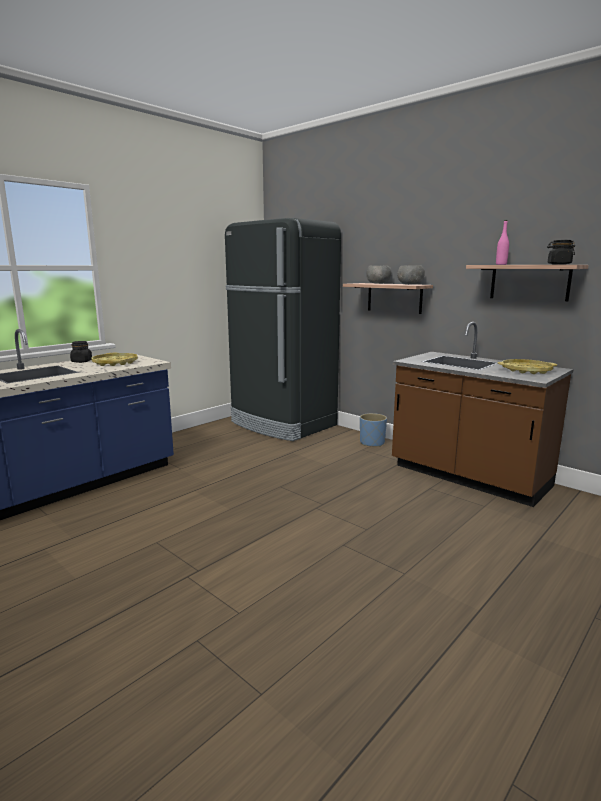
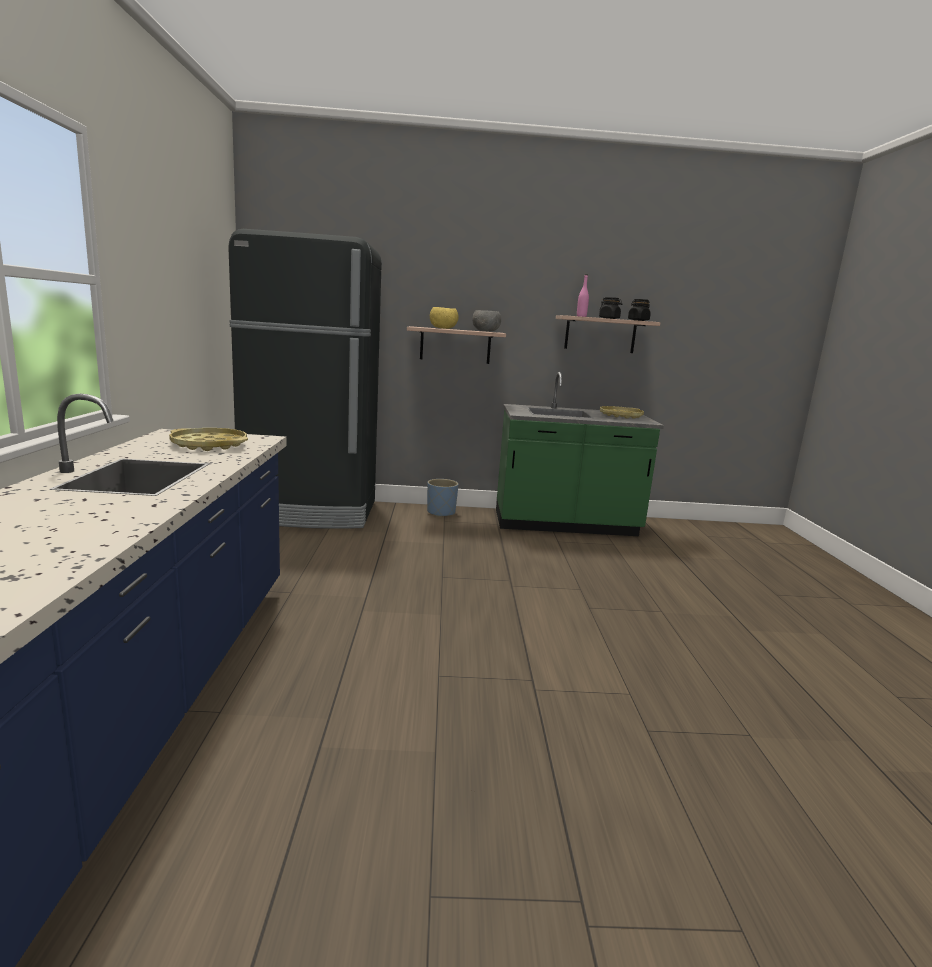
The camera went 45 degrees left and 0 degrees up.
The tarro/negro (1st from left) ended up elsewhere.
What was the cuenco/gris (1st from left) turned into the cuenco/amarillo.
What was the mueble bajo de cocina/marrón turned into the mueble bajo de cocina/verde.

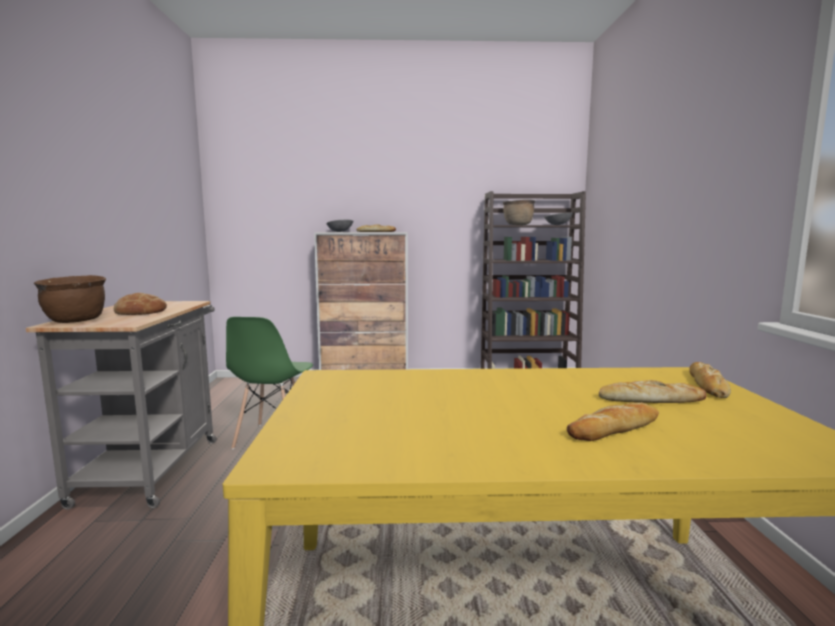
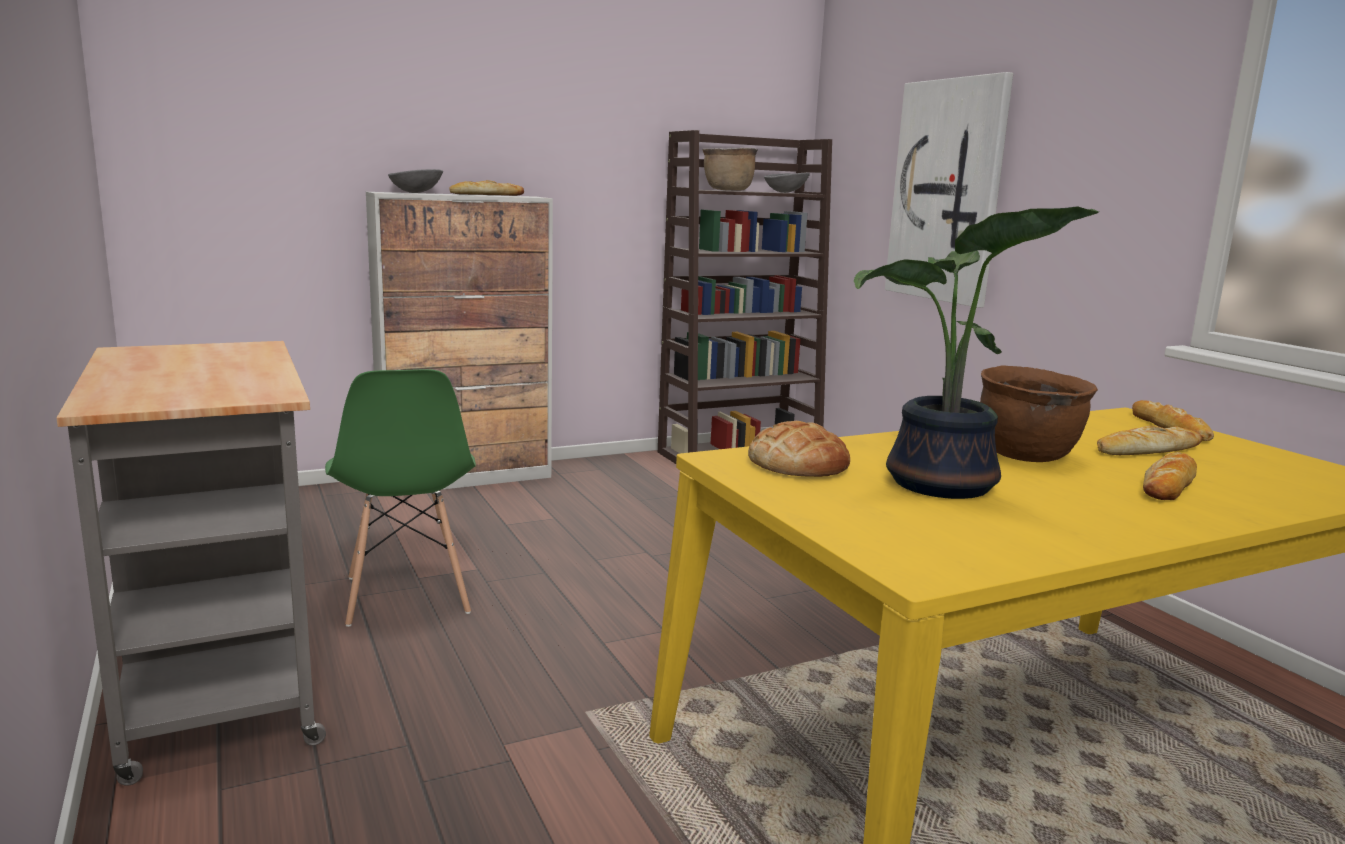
The camera went 25 degrees left and 5 degrees up.
The second view gained the planta en maceta.
The second view gained the cuadro.
The olla/marrón (1st from left in the first image) ended up elsewhere.
The pan (1st from left in the first image) ended up elsewhere.

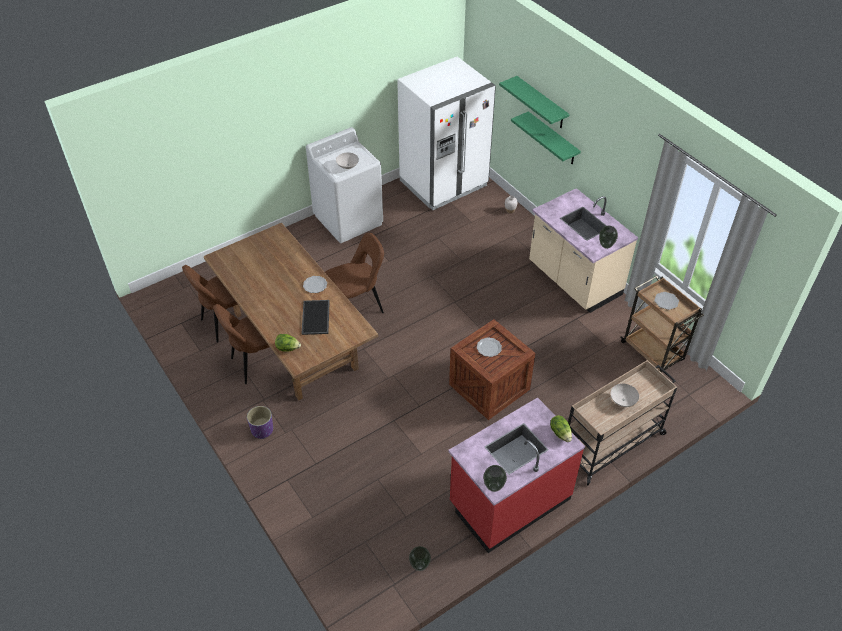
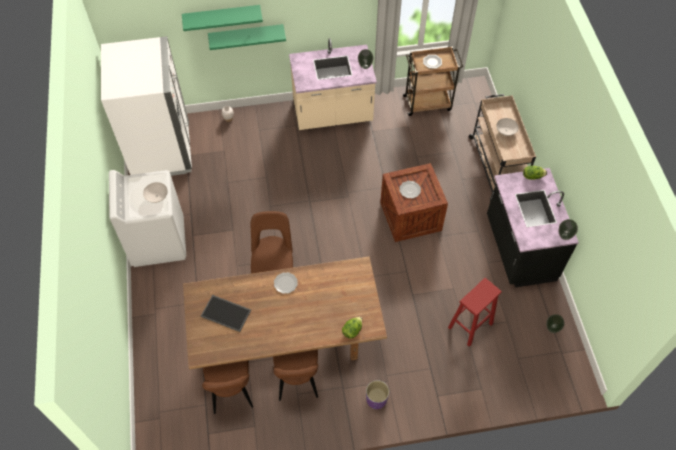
The camera went 65 degrees left and 10 degrees up.
The second view gained the taburete/rojo.
The bandeja ended up elsewhere.
What was the mueble bajo de cocina/rojo turned into the mueble bajo de cocina/negro.

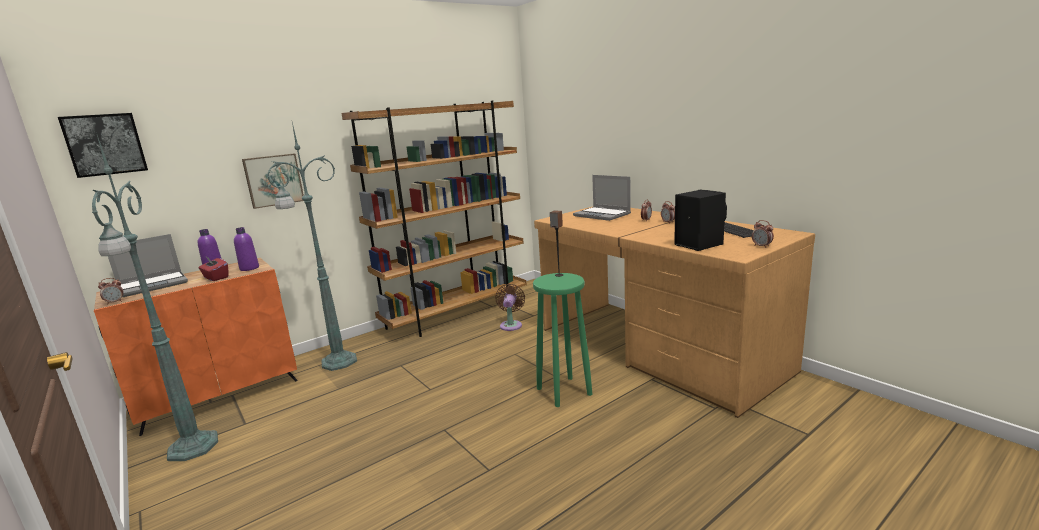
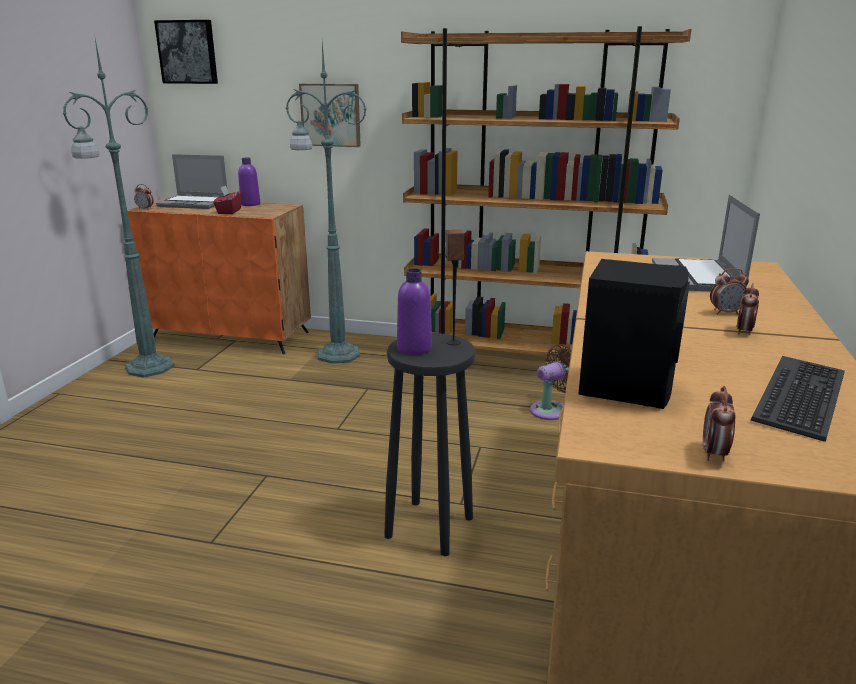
The camera went 50 degrees right and 5 degrees up.
The botella/morado (2nd from left) ended up elsewhere.
What was the taburete/verde turned into the taburete/negro.

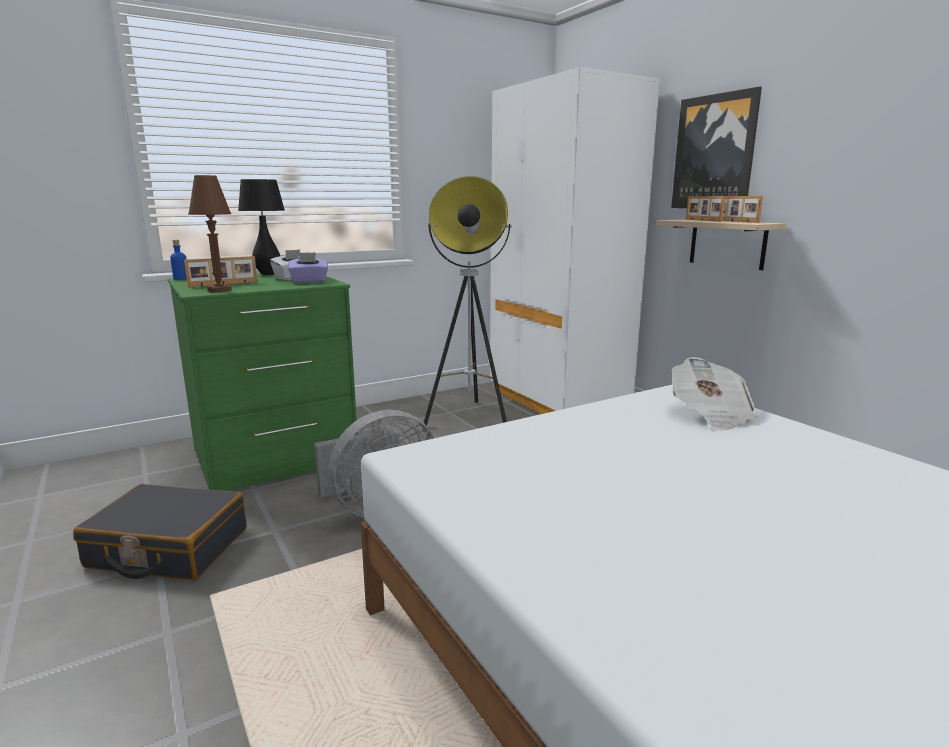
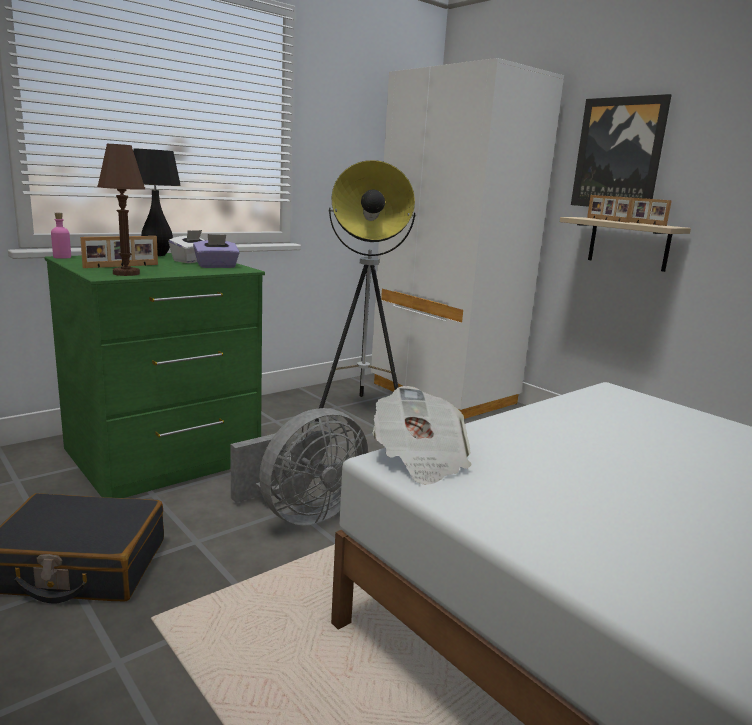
The camera went 10 degrees left and 0 degrees up.
The periódico ended up elsewhere.
What was the botella/azul turned into the botella/rosa.

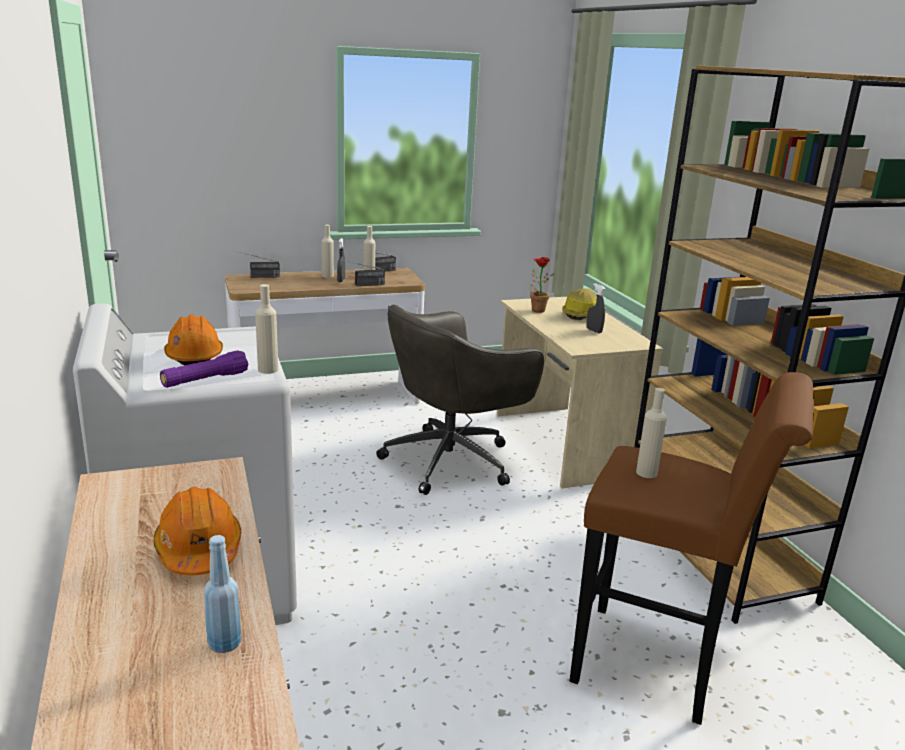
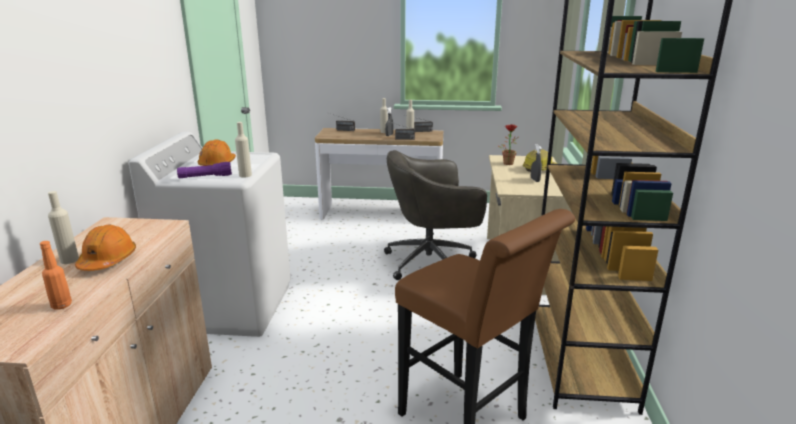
The camera went 25 degrees right and 0 degrees up.
The botella/beis (4th from left in the first image) ended up elsewhere.
What was the botella/azul turned into the botella/naranja.

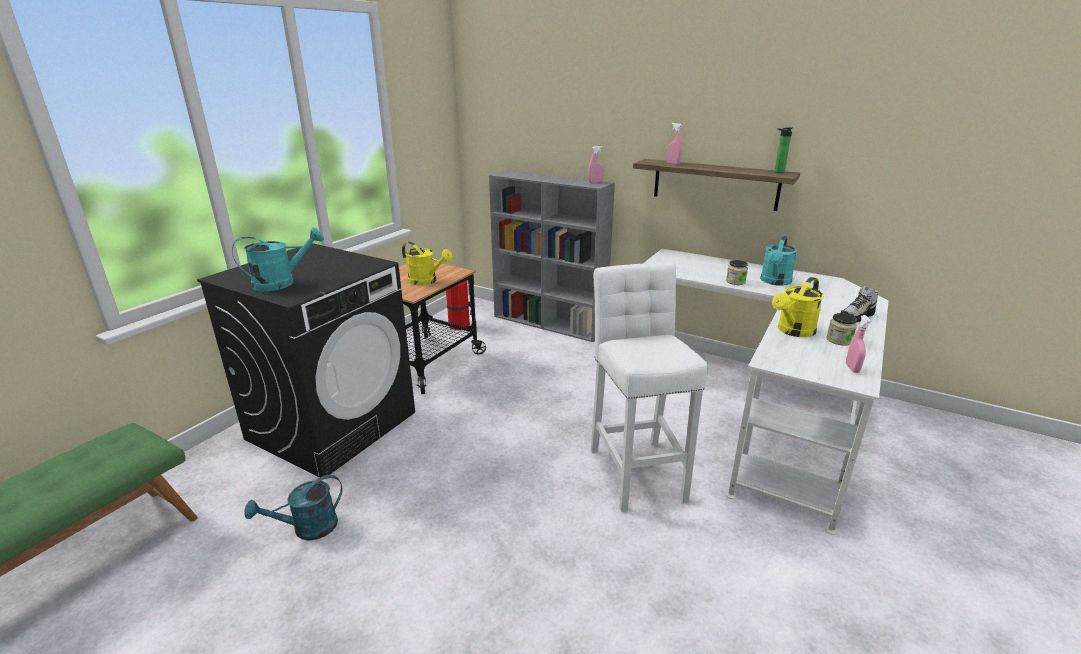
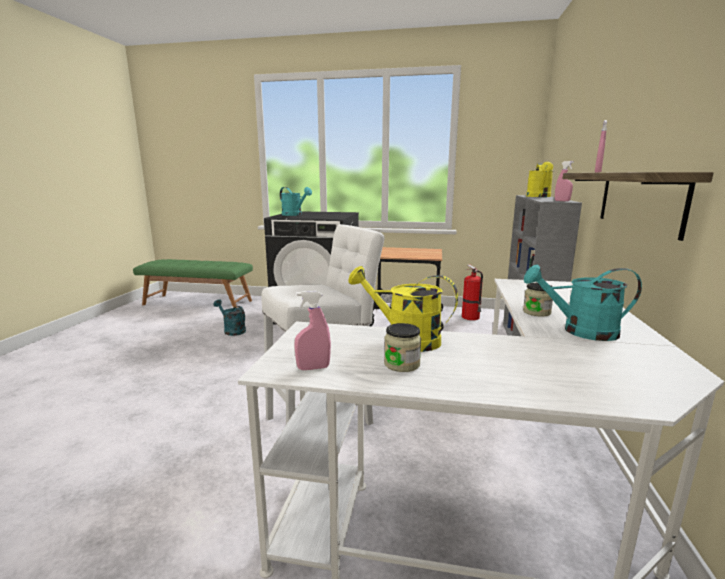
The camera went 70 degrees right and 10 degrees down.
The second view lost the botella.
The second view lost the zapato.
The regadera/amarillo (1st from left in the first image) ended up elsewhere.

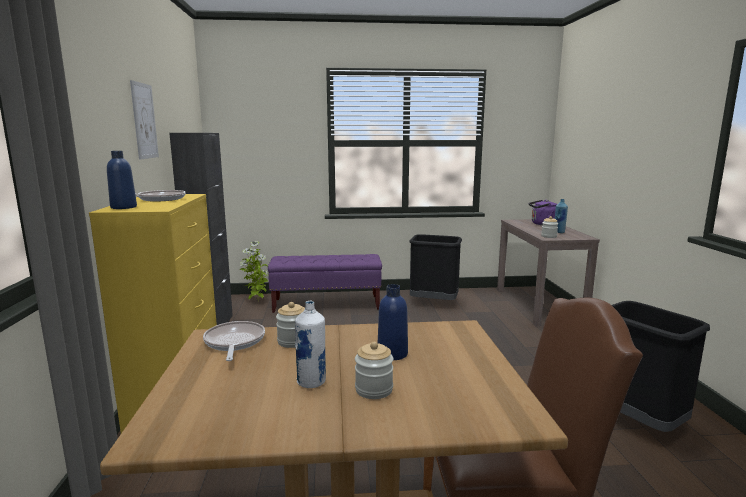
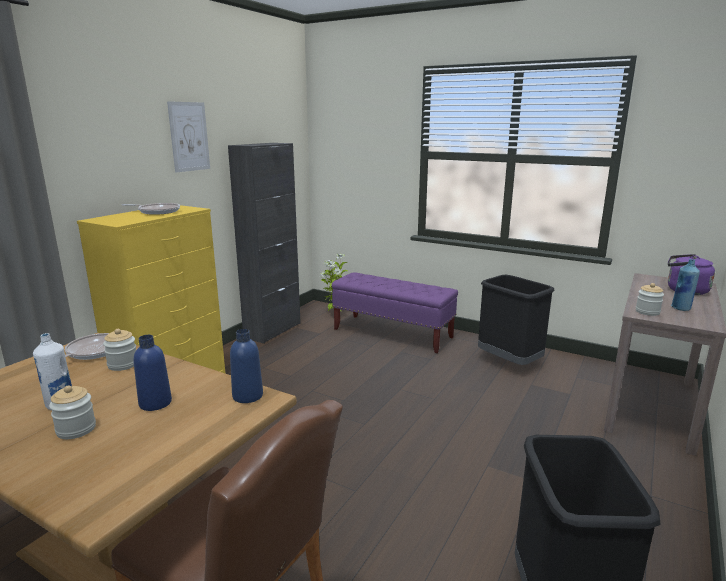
The camera went 35 degrees right and 5 degrees up.
The botella/azul (1st from left in the first image) ended up elsewhere.

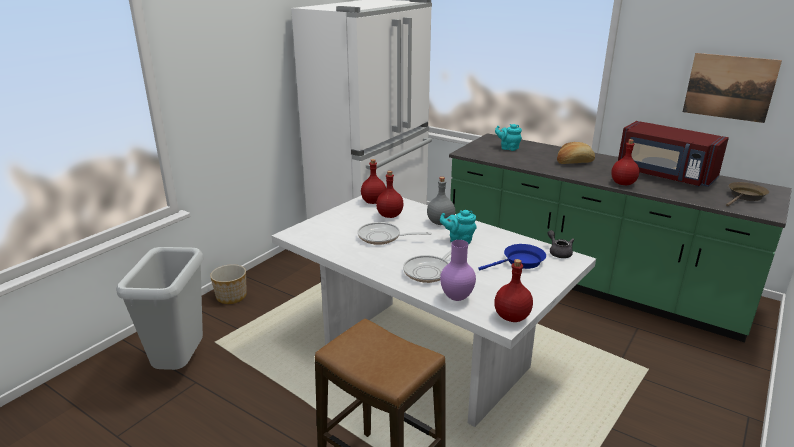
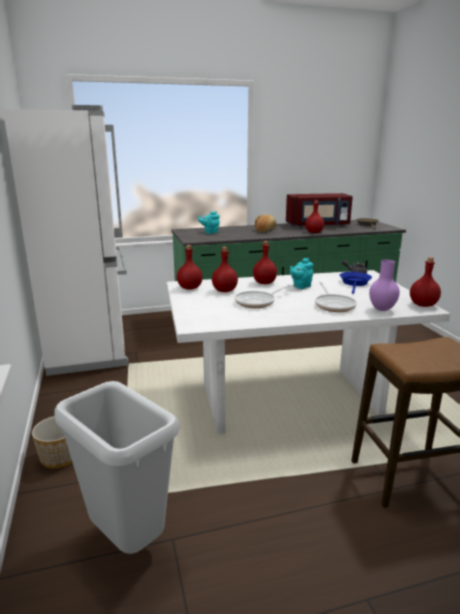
The camera went 50 degrees left and 5 degrees down.
The second view lost the cuadro.
What was the botella/gris turned into the botella/rojo (3rd from left).

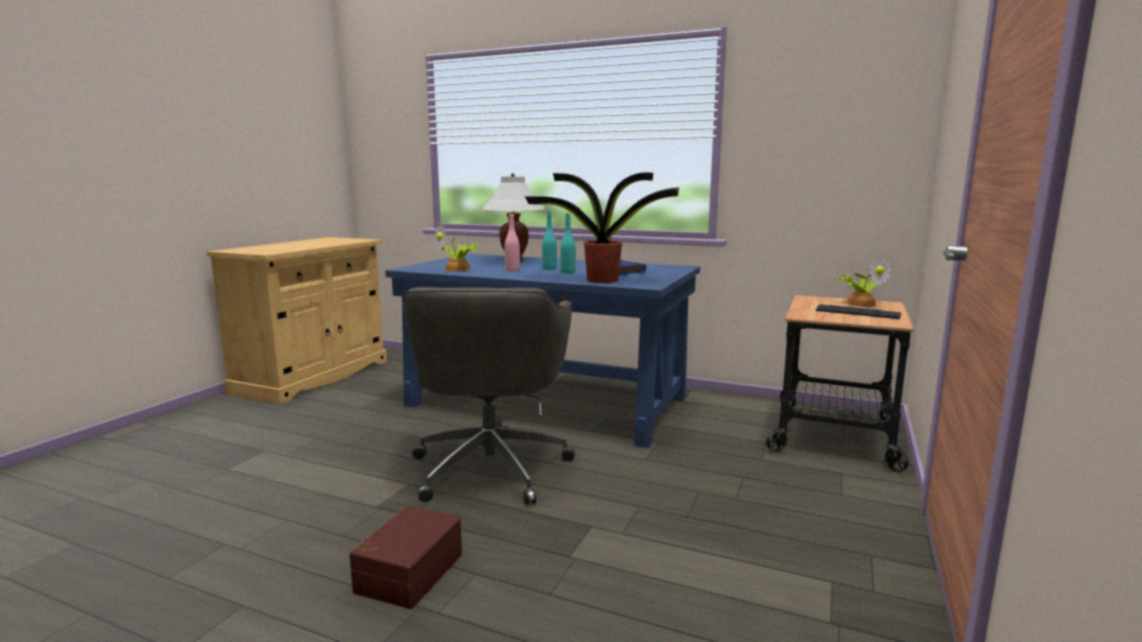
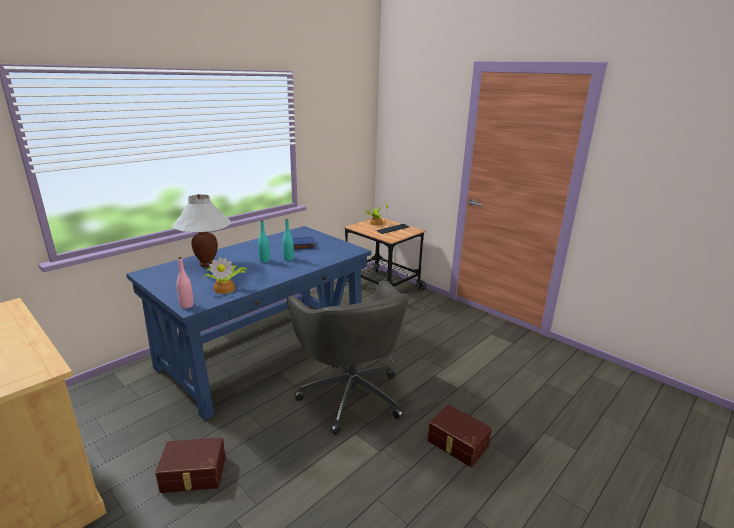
The camera went 70 degrees left and 10 degrees up.
The second view lost the planta en maceta (2nd from left).
The second view gained the caja de almacenaje/marrón (1st from left).
The botella/rosa ended up elsewhere.
The silla de oficina/gris ended up facing another way, 45 degrees clockwise from before.

